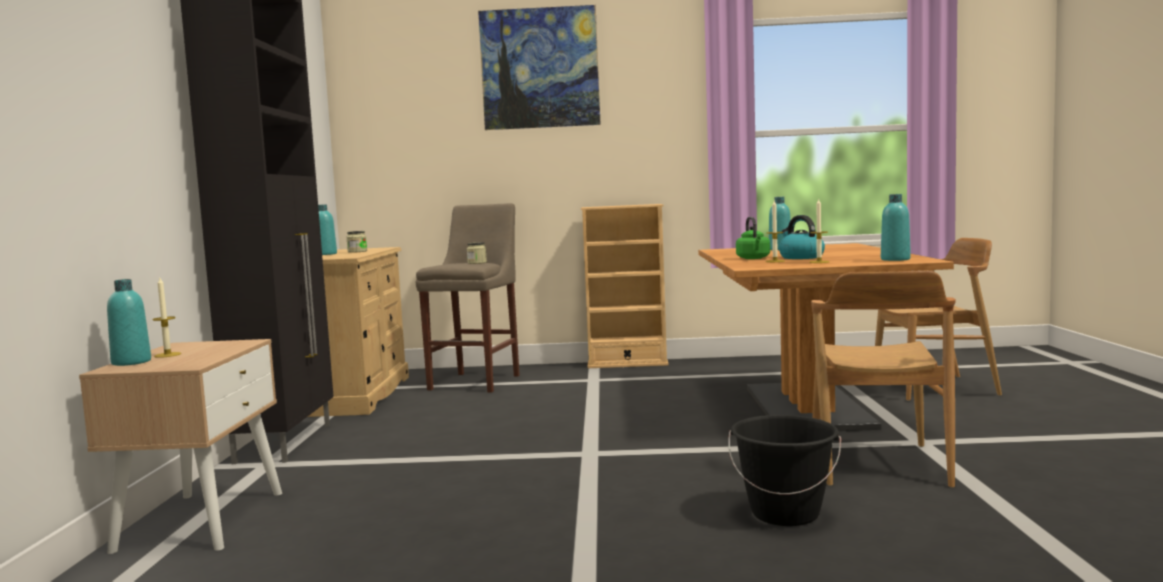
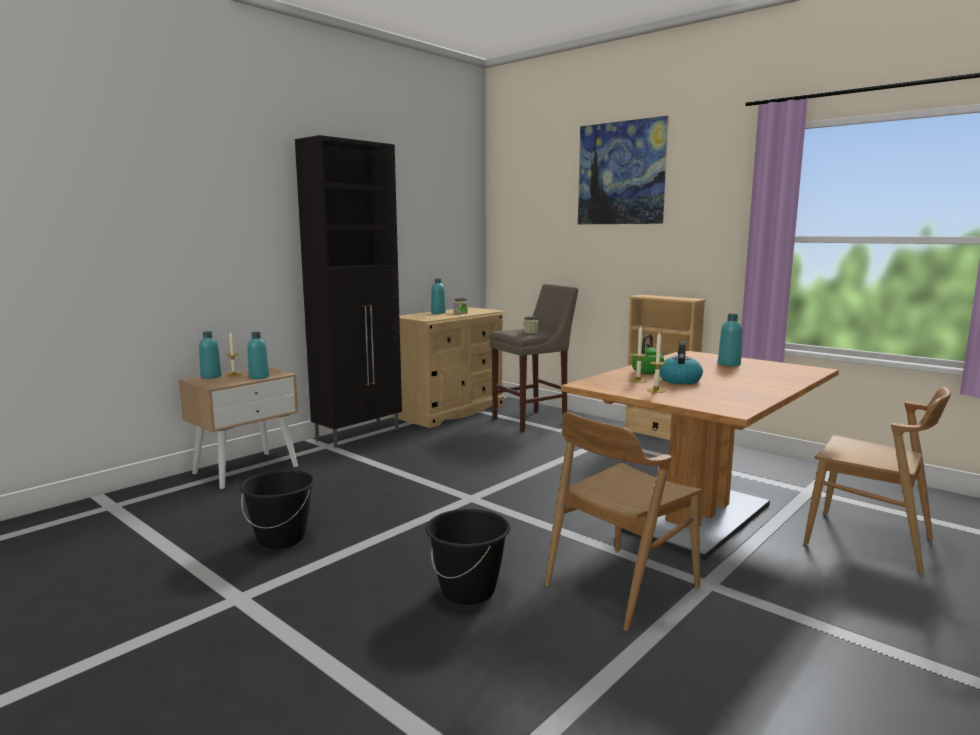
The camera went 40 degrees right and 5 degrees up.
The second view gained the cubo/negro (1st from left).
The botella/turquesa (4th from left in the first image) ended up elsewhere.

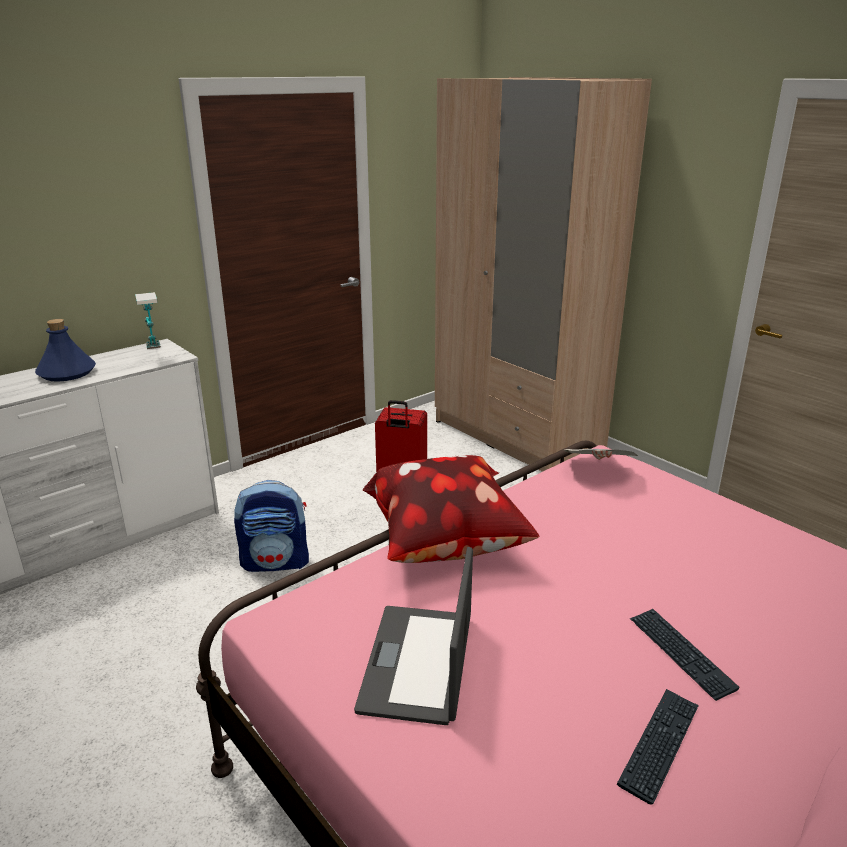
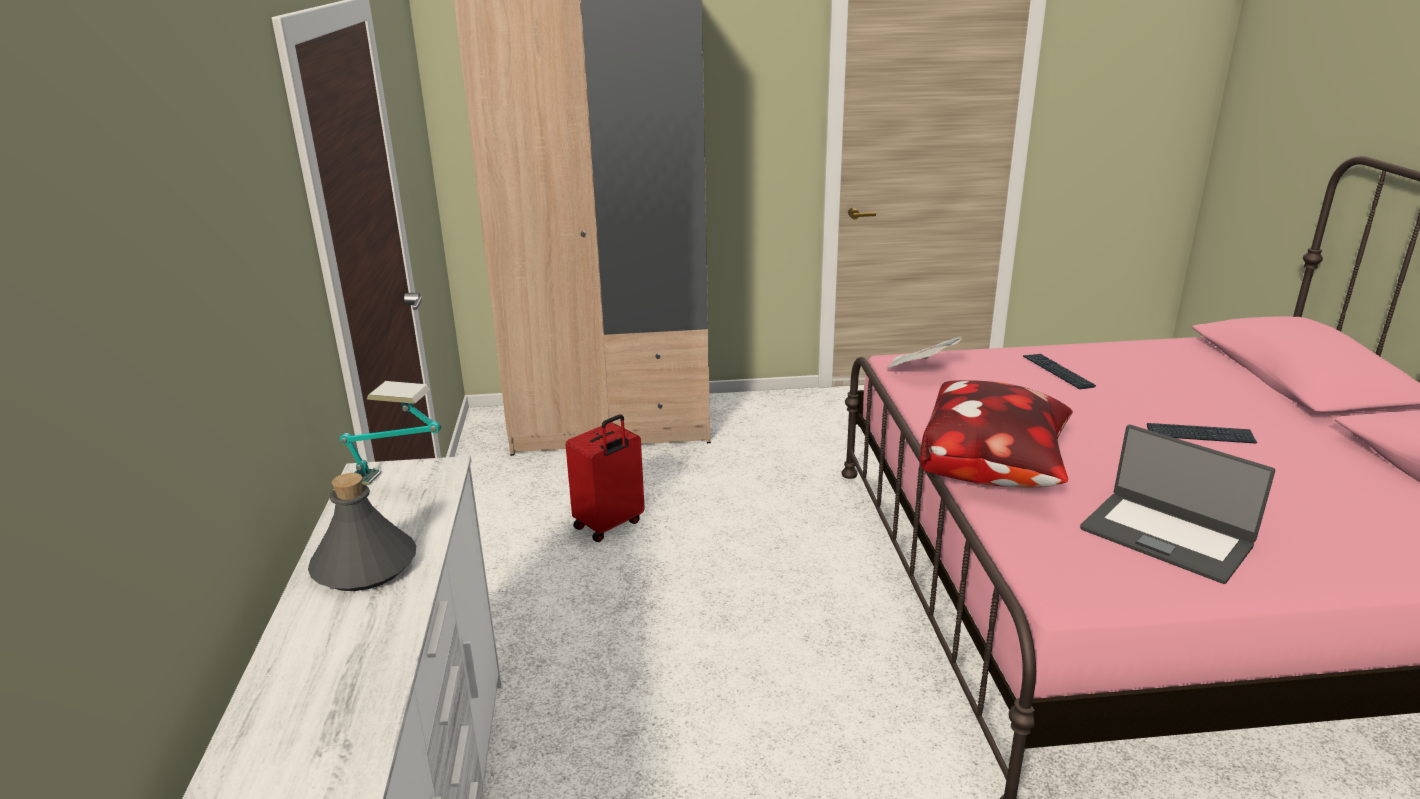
The camera went 55 degrees left and 0 degrees up.
The second view lost the mochila.
The teclado (1st from left) ended up elsewhere.
What was the botella/azul turned into the botella/gris.

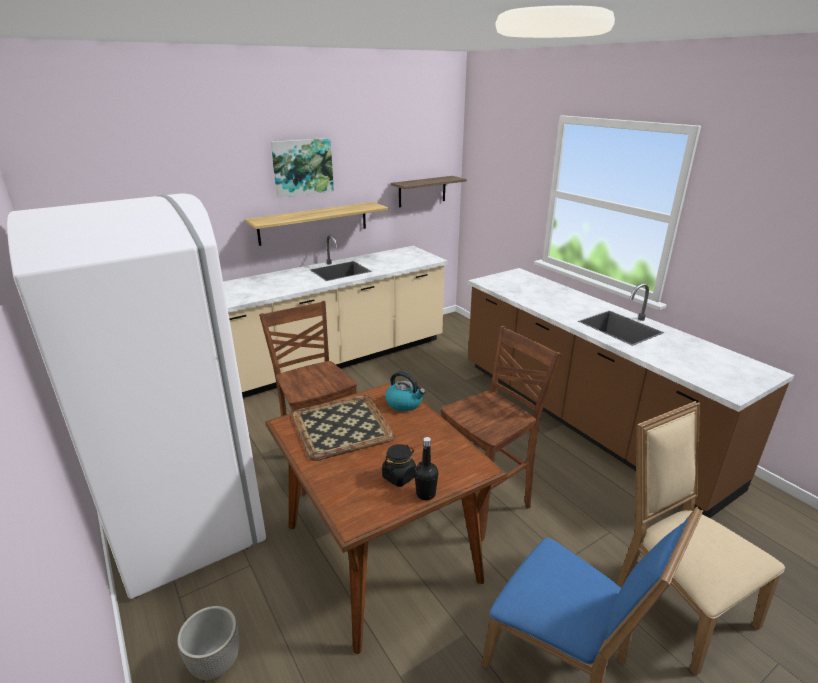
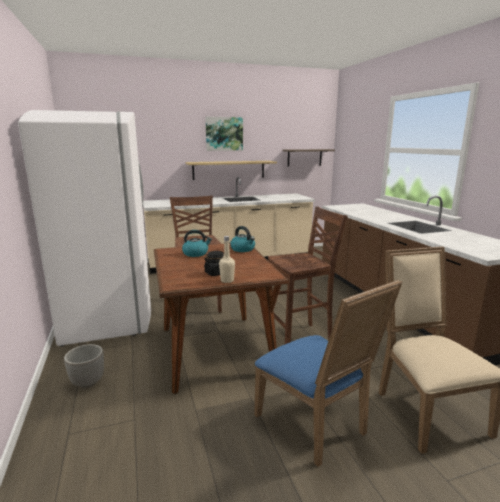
The camera went 15 degrees right and 10 degrees down.
Where the bandeja stood, the hervidor (1st from left) came to stand.
What was the botella/negro turned into the botella/beis.

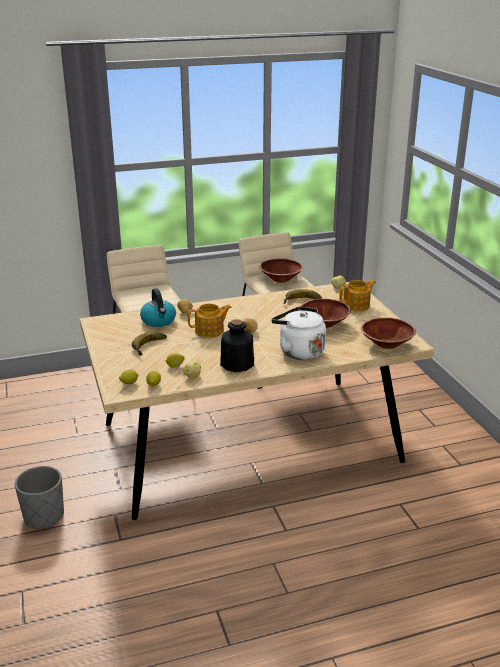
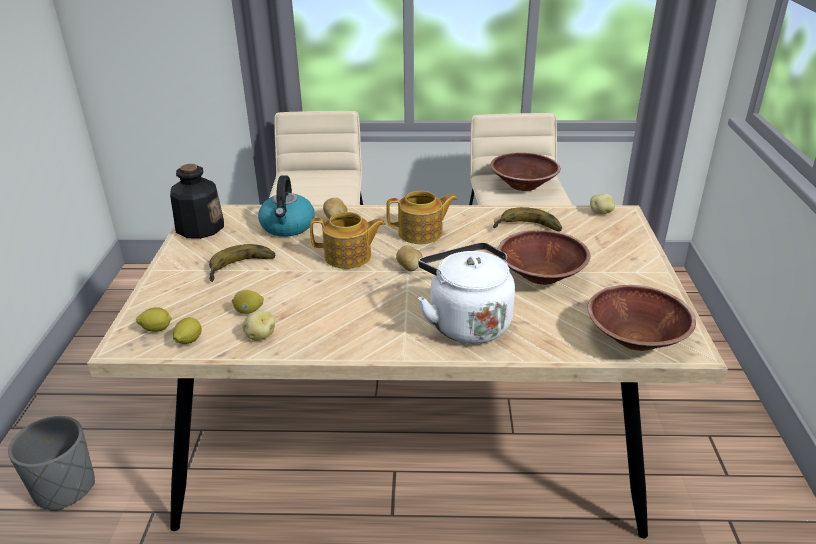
The camera went 20 degrees right and 5 degrees up.
The botella ended up elsewhere.
The tetera (2nd from left) ended up elsewhere.

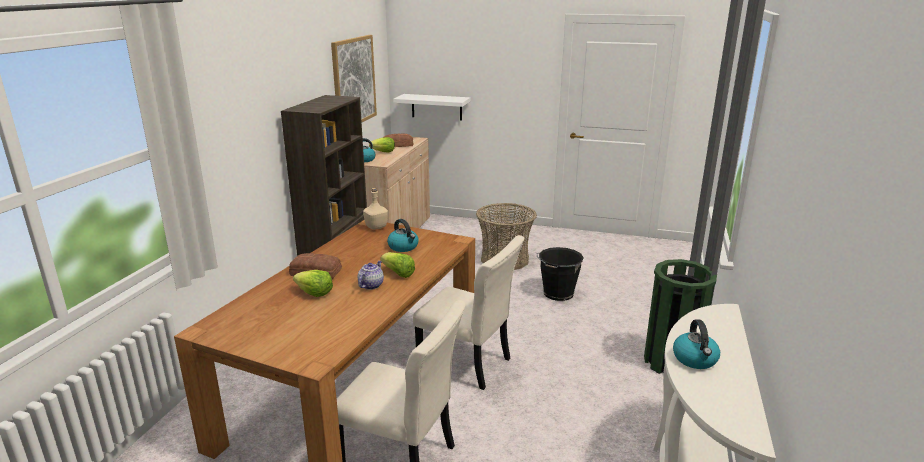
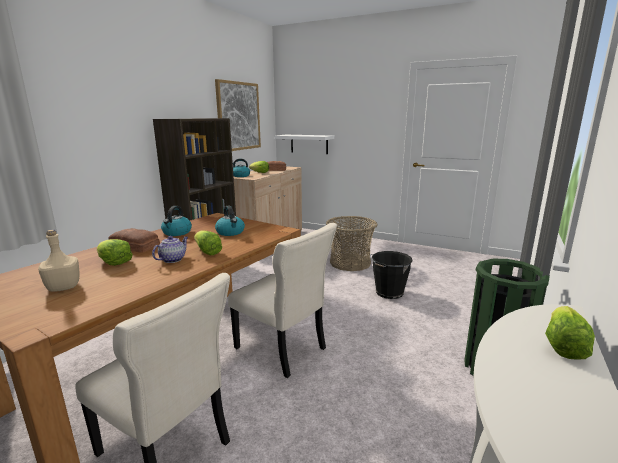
The camera went 10 degrees right and 5 degrees down.
The second view gained the lechuga (4th from left).
The botella/beis ended up elsewhere.
The hervidor (3rd from left in the first image) ended up elsewhere.

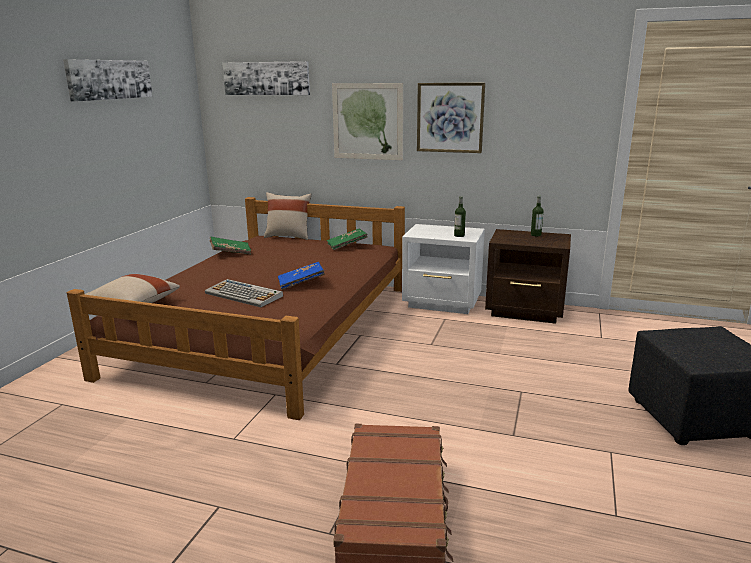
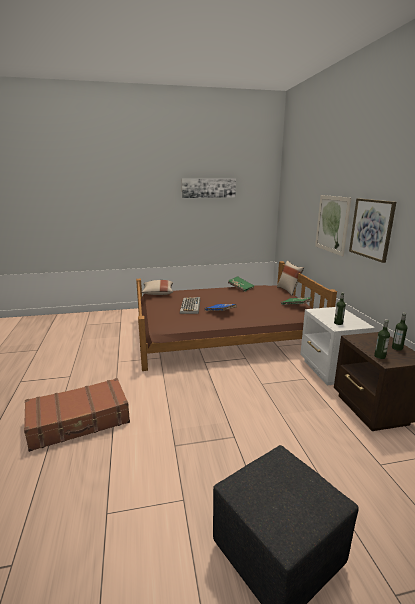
The camera went 60 degrees right and 0 degrees up.
The second view lost the cuadro (2nd from left).
The second view gained the botella (2nd from left).

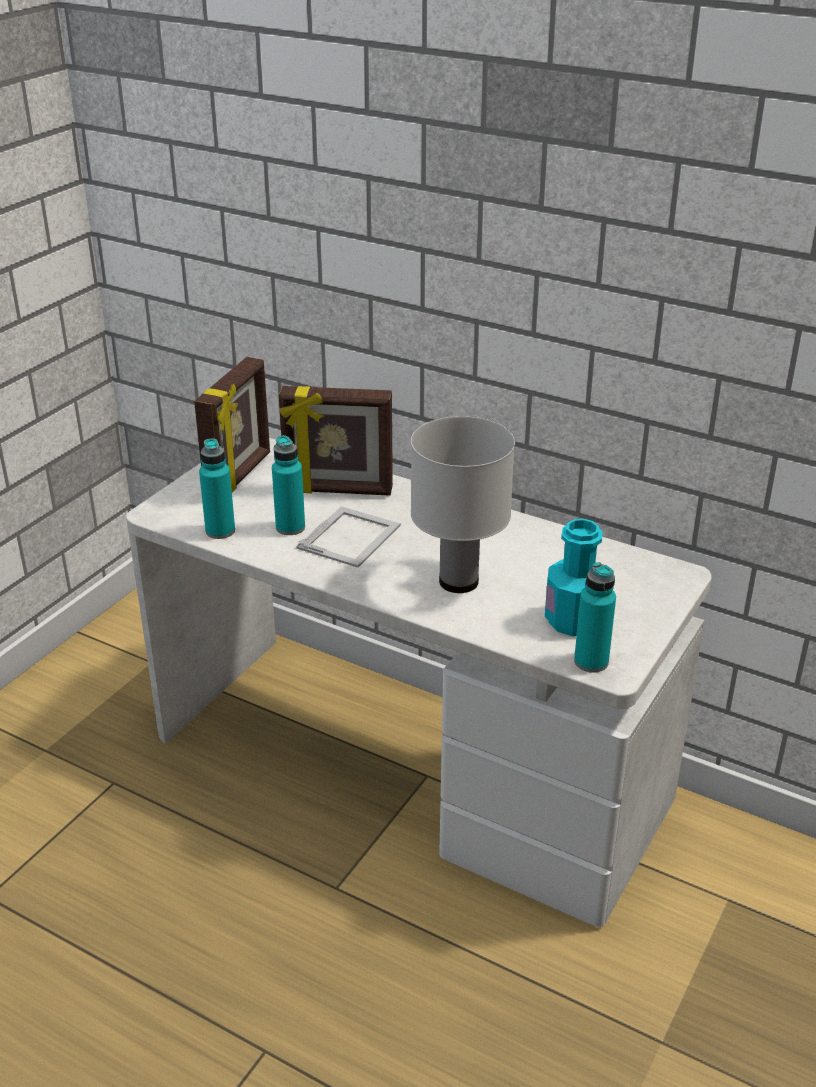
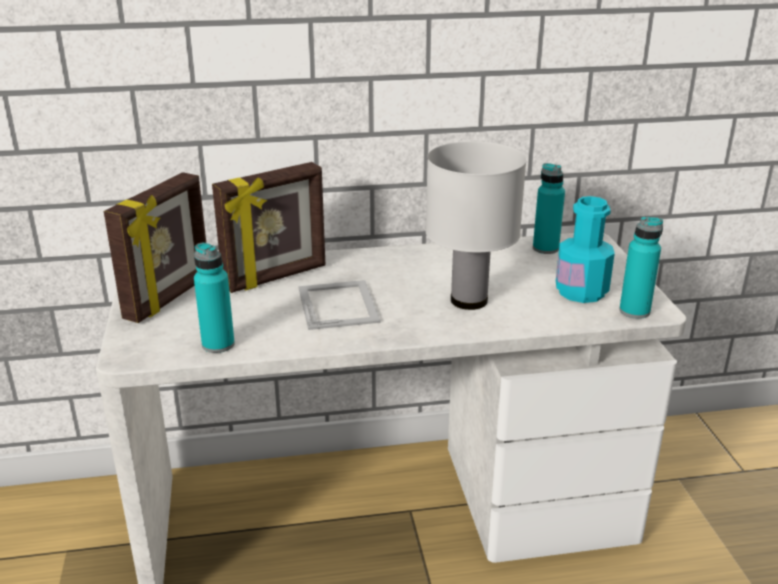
The camera went 40 degrees left and 5 degrees down.
The botella/turquesa (2nd from left) ended up elsewhere.
The portarretratos (1st from left) ended up facing another way, 45 degrees clockwise from before.

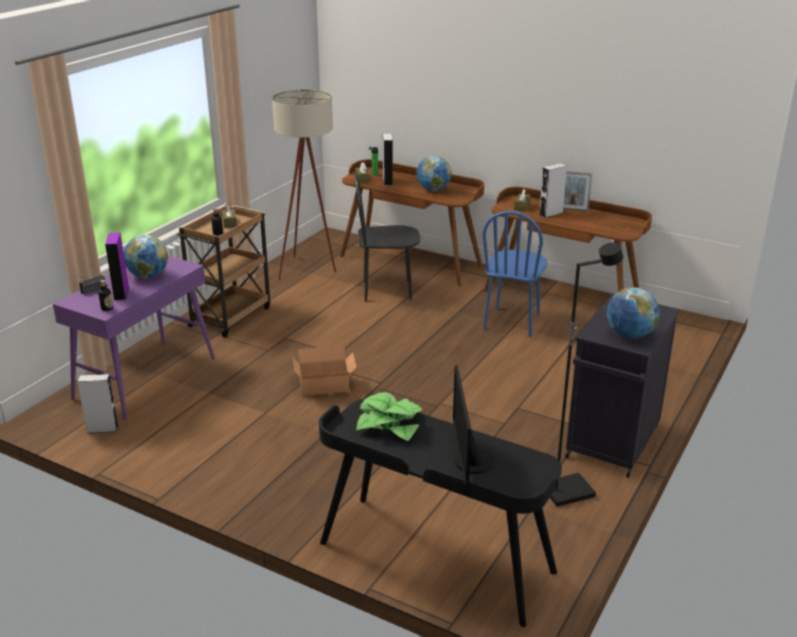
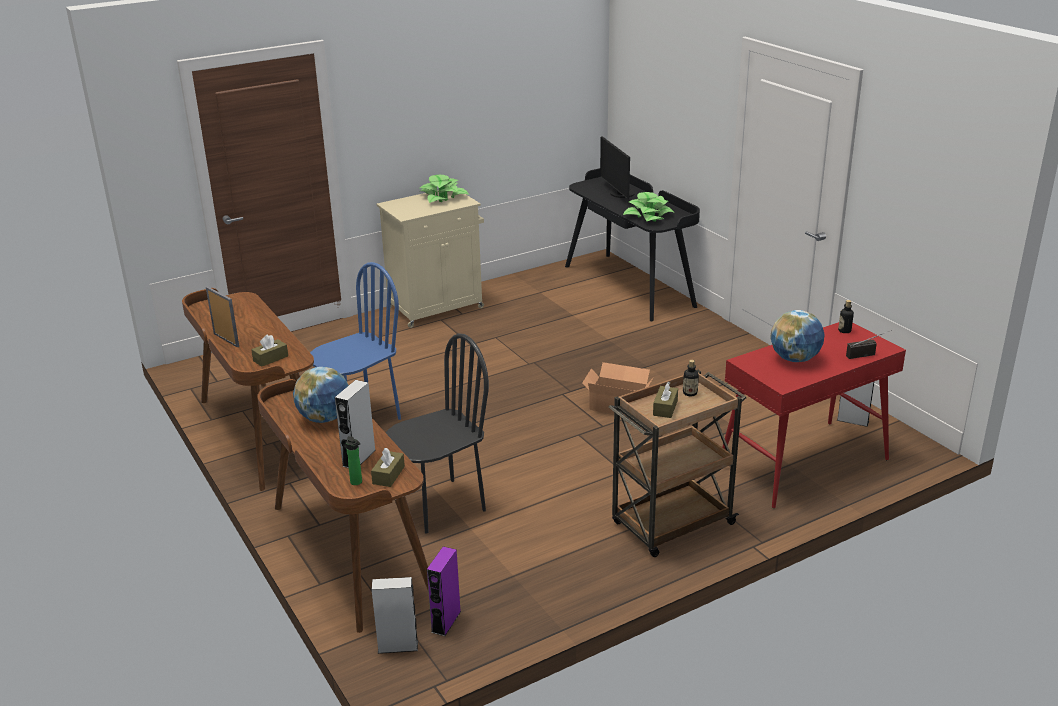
The camera went 150 degrees left and 0 degrees up.
The second view lost the lámpara de pie/beis.
The second view lost the lámpara de pie/negro.
The altavoz/morado ended up elsewhere.
The altavoz/gris (3rd from left in the first image) ended up elsewhere.
Where the globo terráqueo (3rd from left) stood, the planta en maceta (1st from left) came to stand.
What was the mesa consola/morado turned into the mesa consola/rojo.
What was the armario/negro turned into the armario/beis.
The silla/negro ended up facing another way, 60 degrees counterclockwise from before.
The monitor ended up facing another way, 135 degrees clockwise from before.

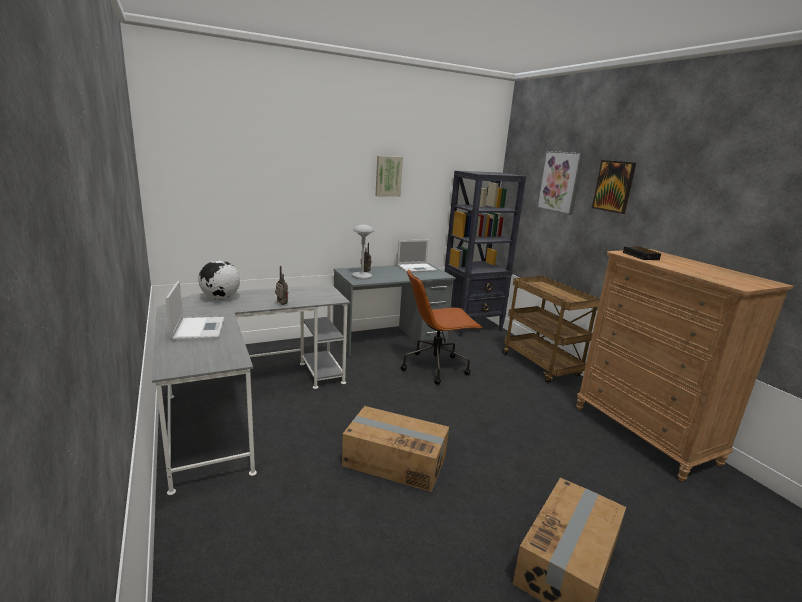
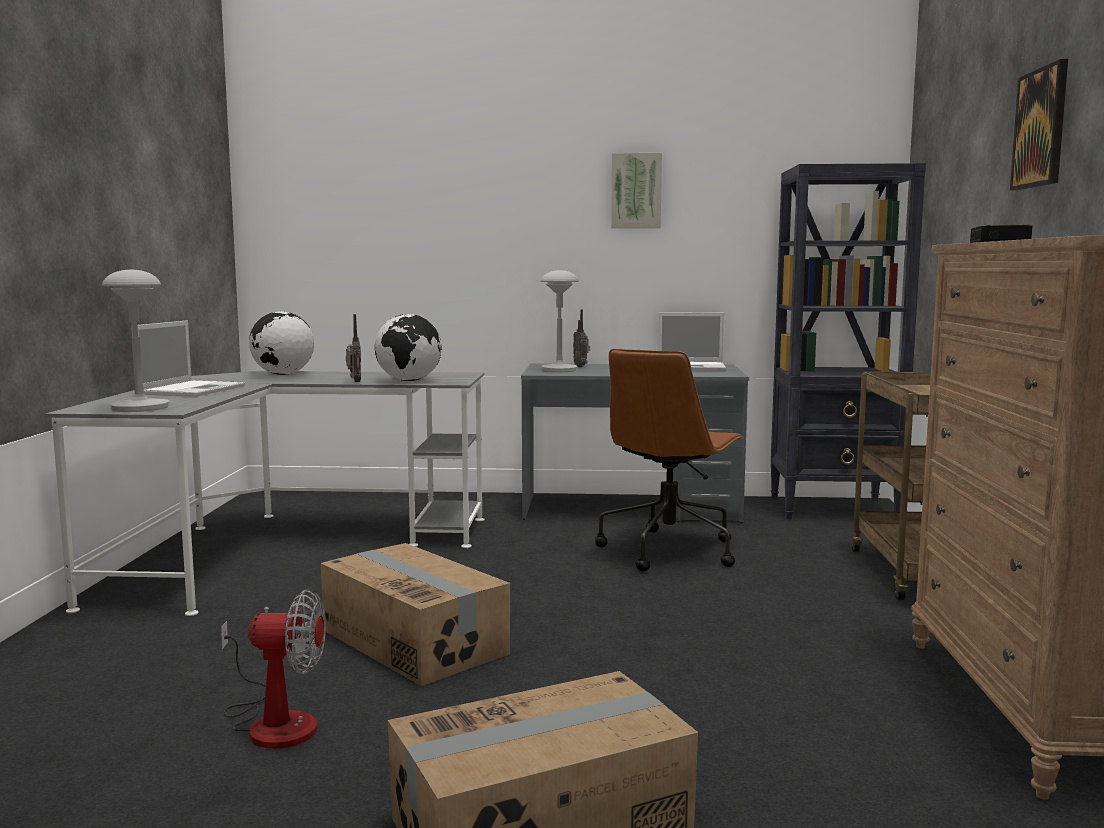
The camera went 30 degrees right and 10 degrees down.
The second view lost the cuadro (2nd from left).
The second view gained the lámpara de mesa/gris (1st from left).
The second view gained the ventilador.
The second view gained the globo terráqueo (2nd from left).
The silla de oficina/marrón ended up facing another way, 75 degrees counterclockwise from before.

